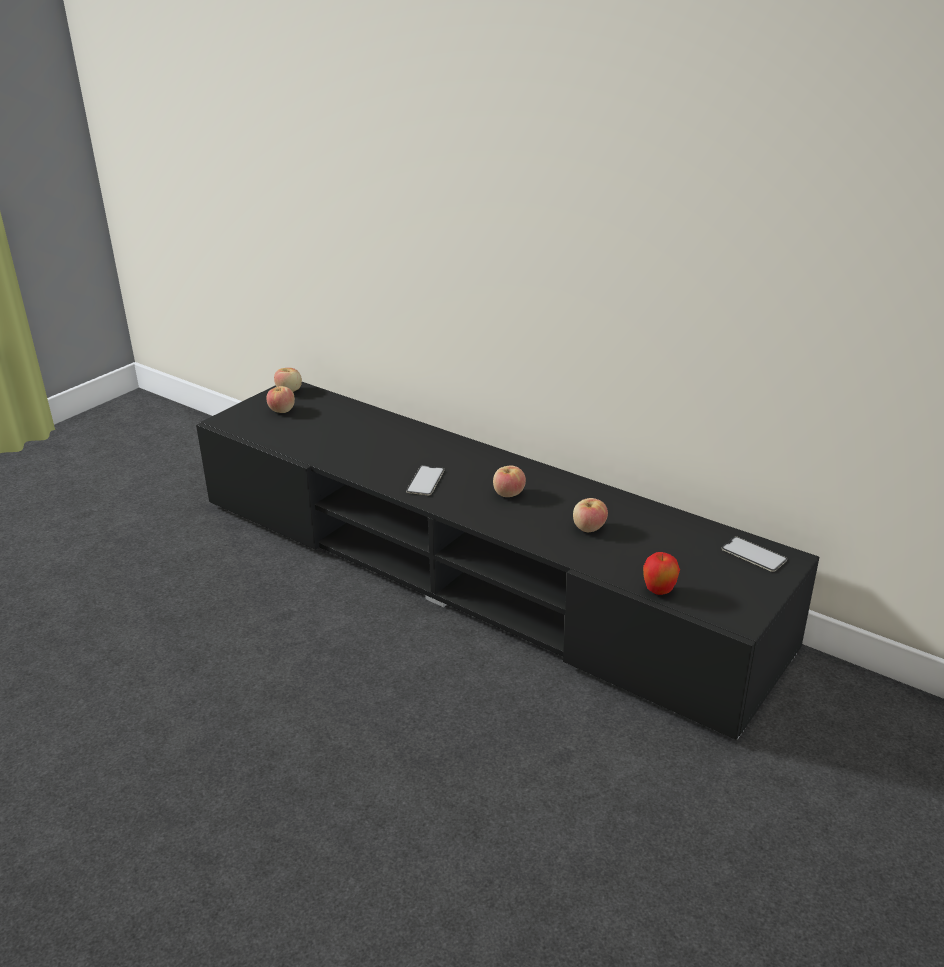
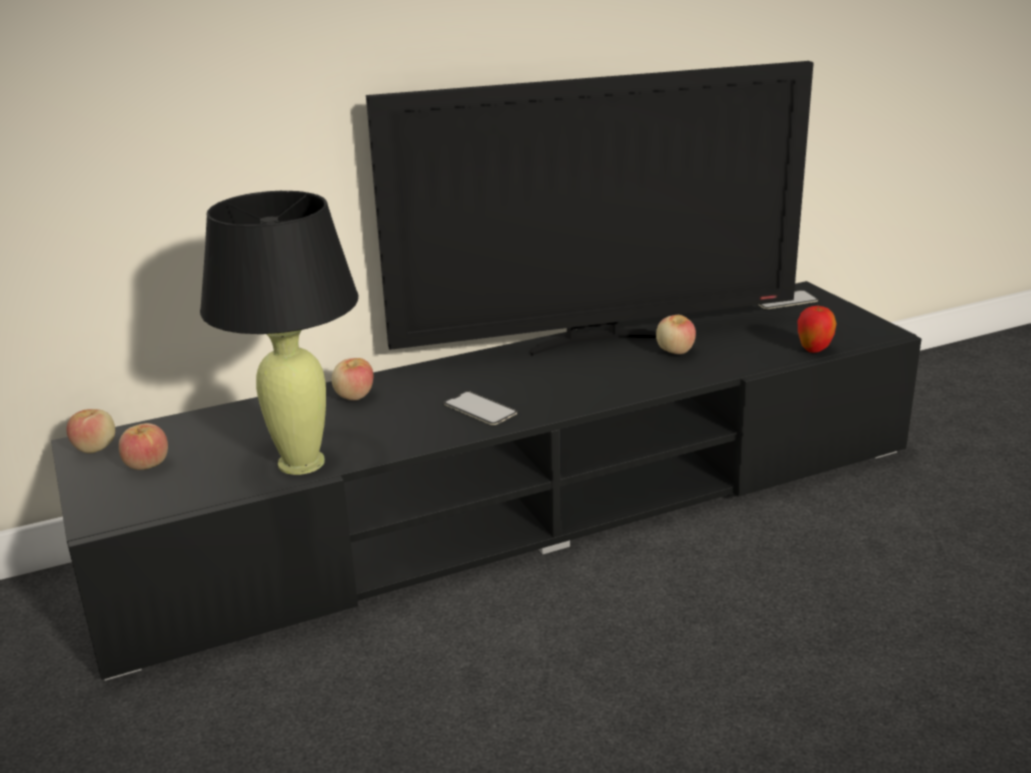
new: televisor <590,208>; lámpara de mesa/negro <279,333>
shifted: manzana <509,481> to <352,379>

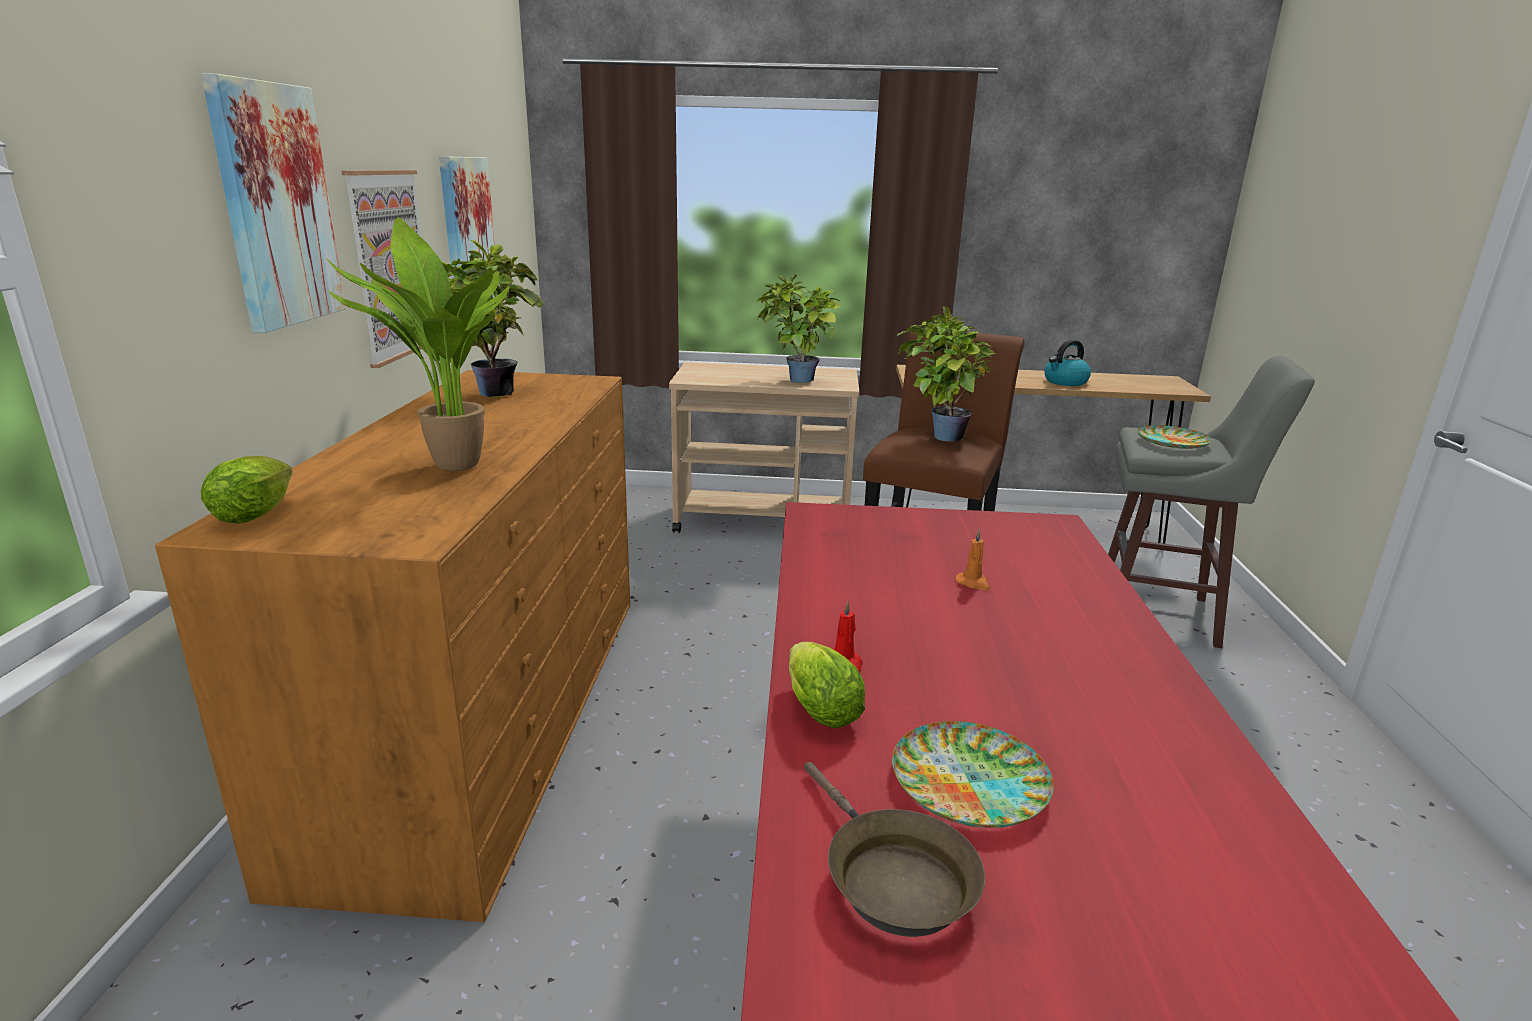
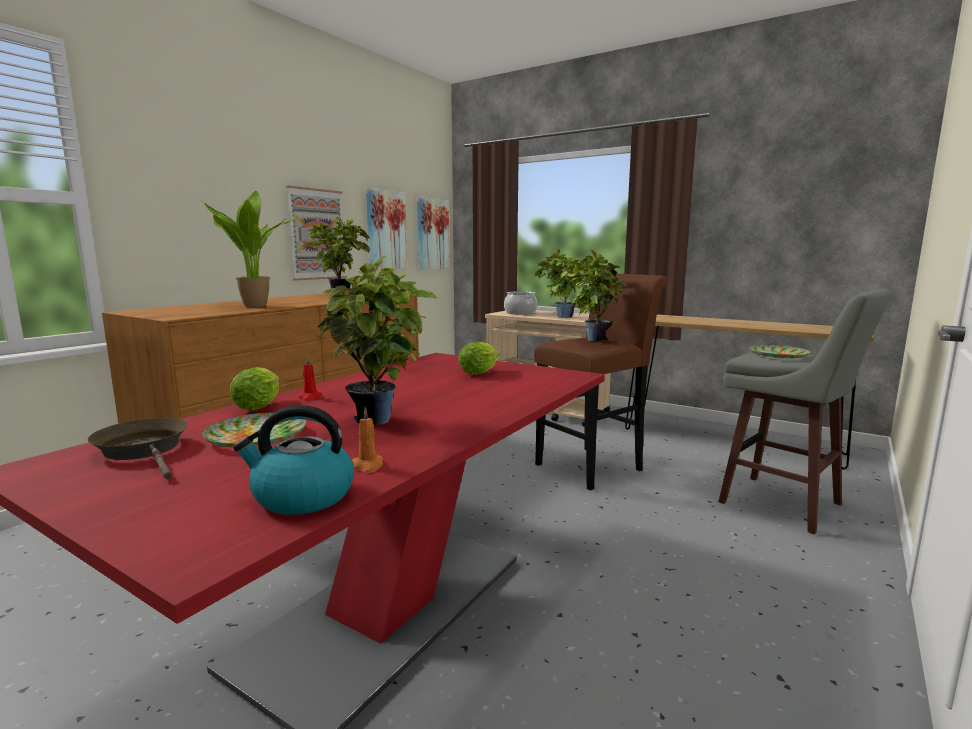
new: planta en maceta <378,340>; olla <521,303>
shifted: cuadro <273,203> to <433,233>; hervidor <1067,363> to <293,460>; lechuga <246,490> to <478,358>; vela/naranja <972,559> to <367,440>
rotated: sartén/marrón <894,849> = <138,448> 135 degrees clockwise

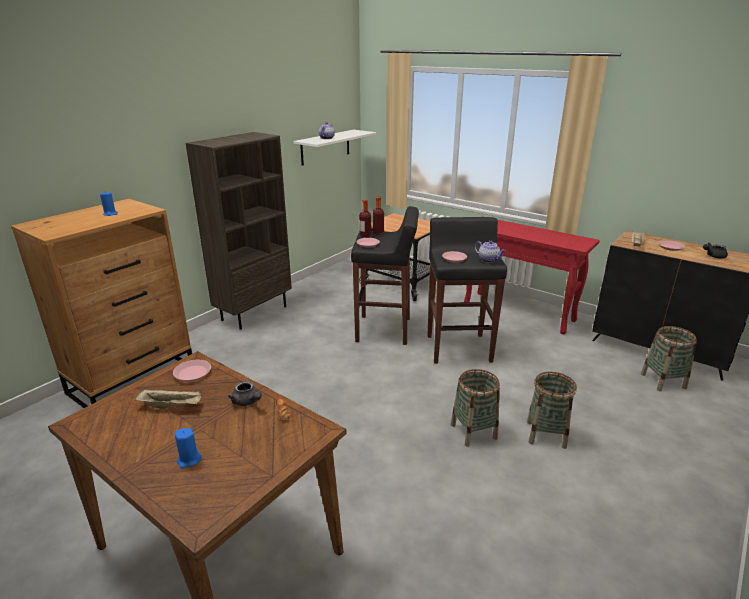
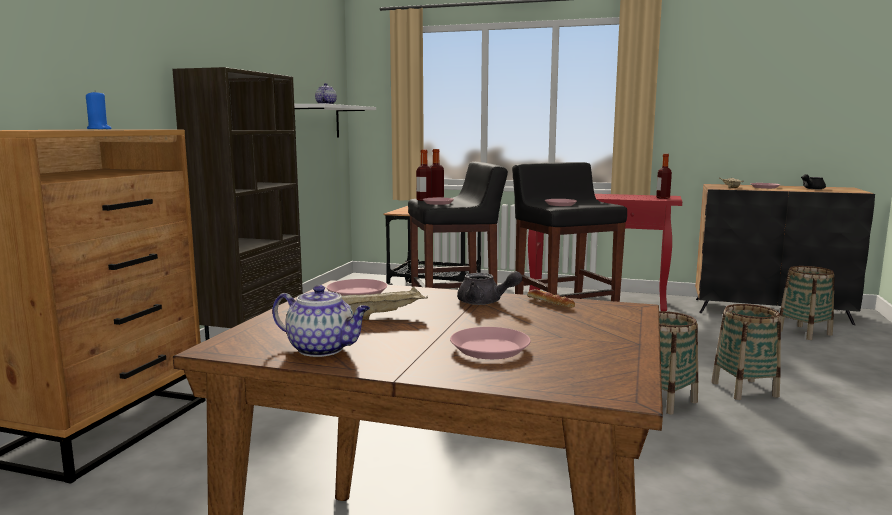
new: botella <664,176>
shifted: tetera <490,252> to <321,321>
swapped: vela/azul <188,448> to plato/rosa <490,343>

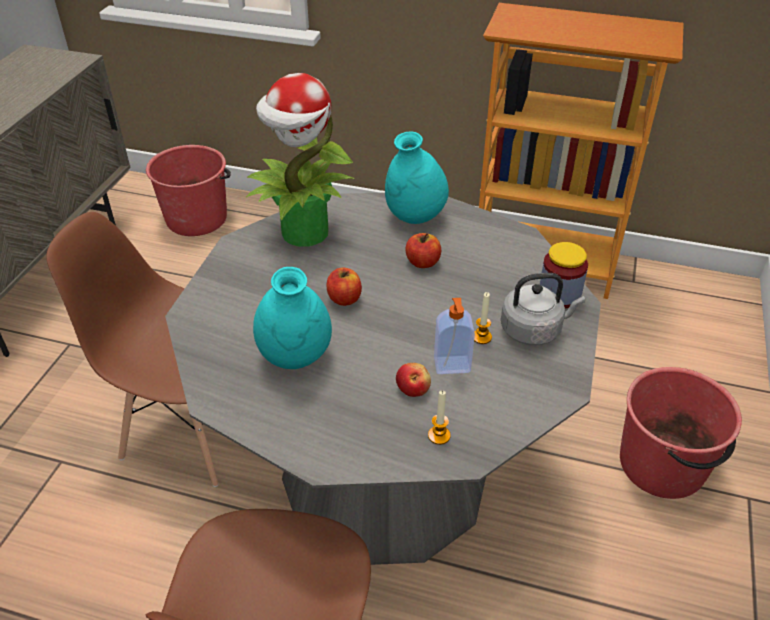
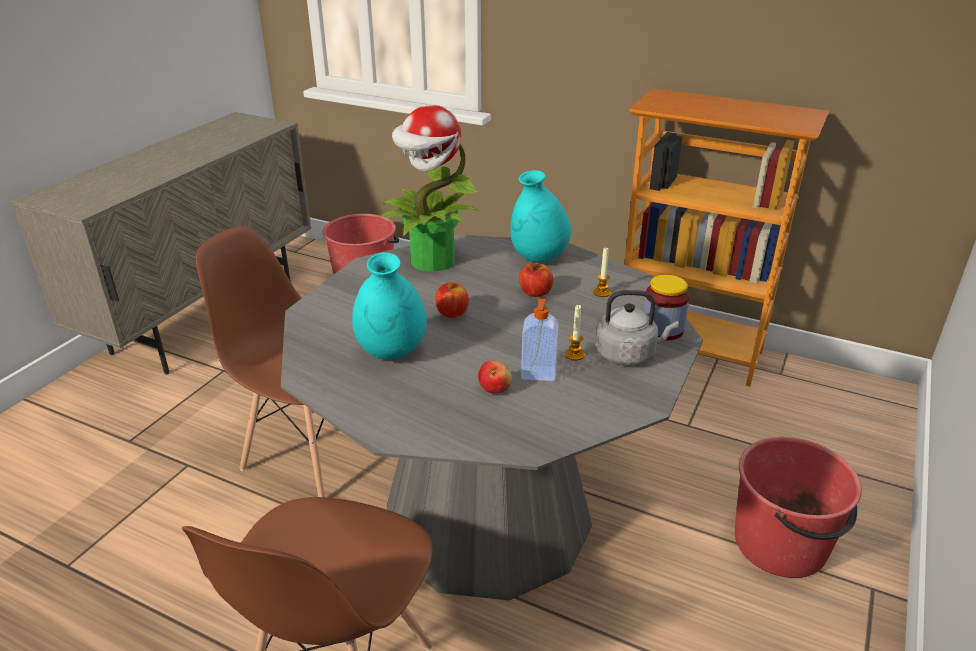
shifted: vela <439,418> to <602,272>

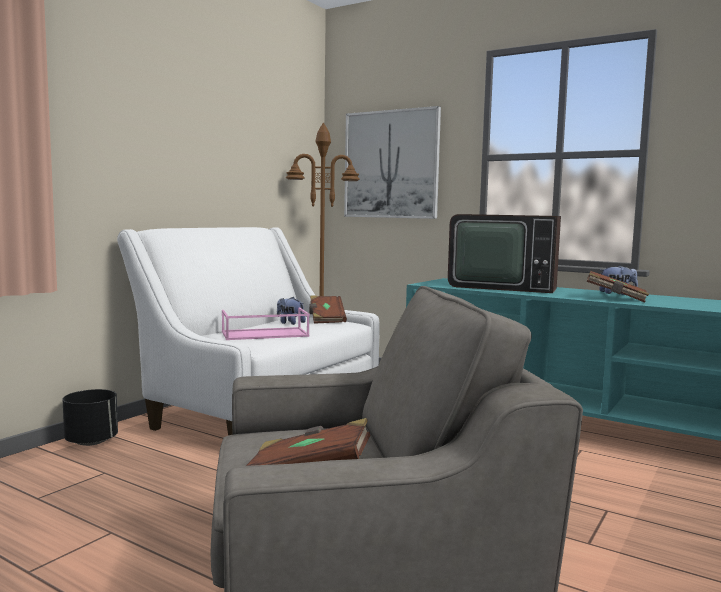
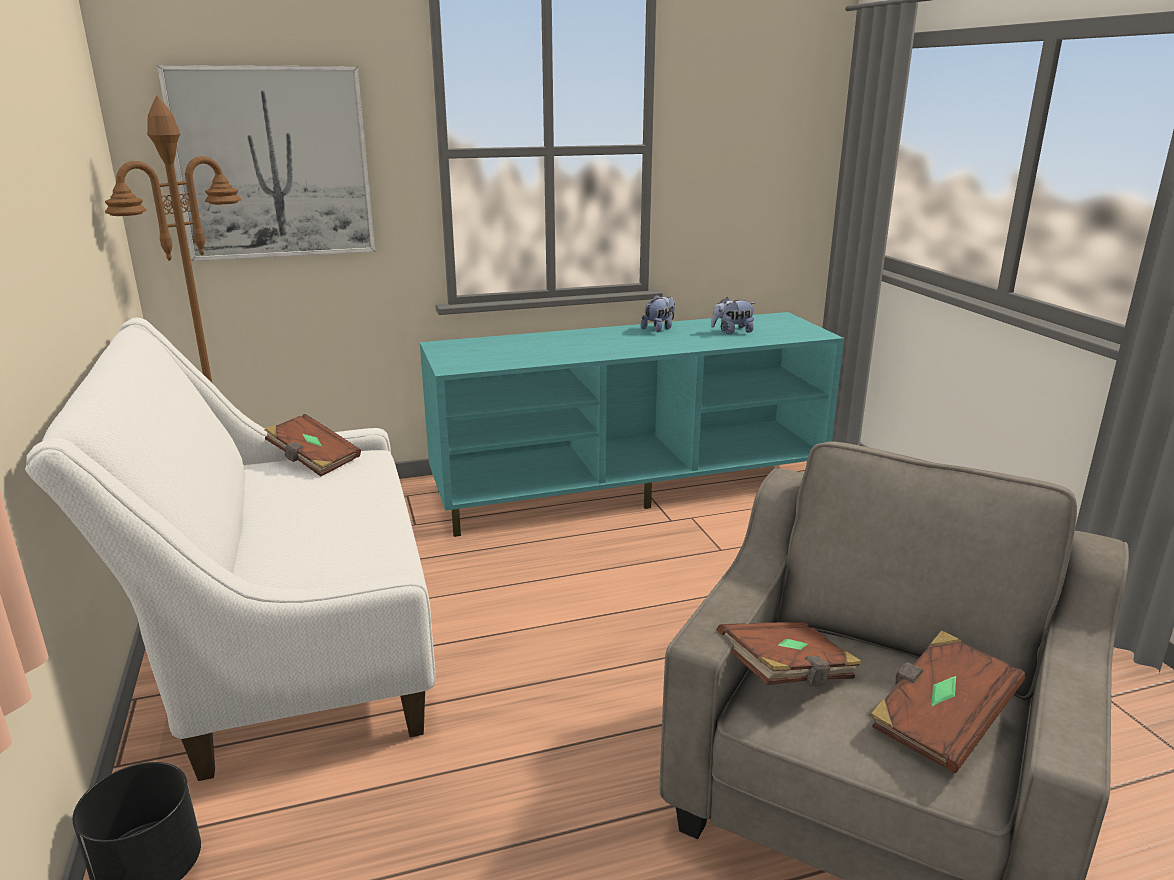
gone: televisor <504,253>; bandeja/rosa <266,324>
shifted: libro/marrón <618,287> to <789,654>; peluche <291,311> to <733,315>

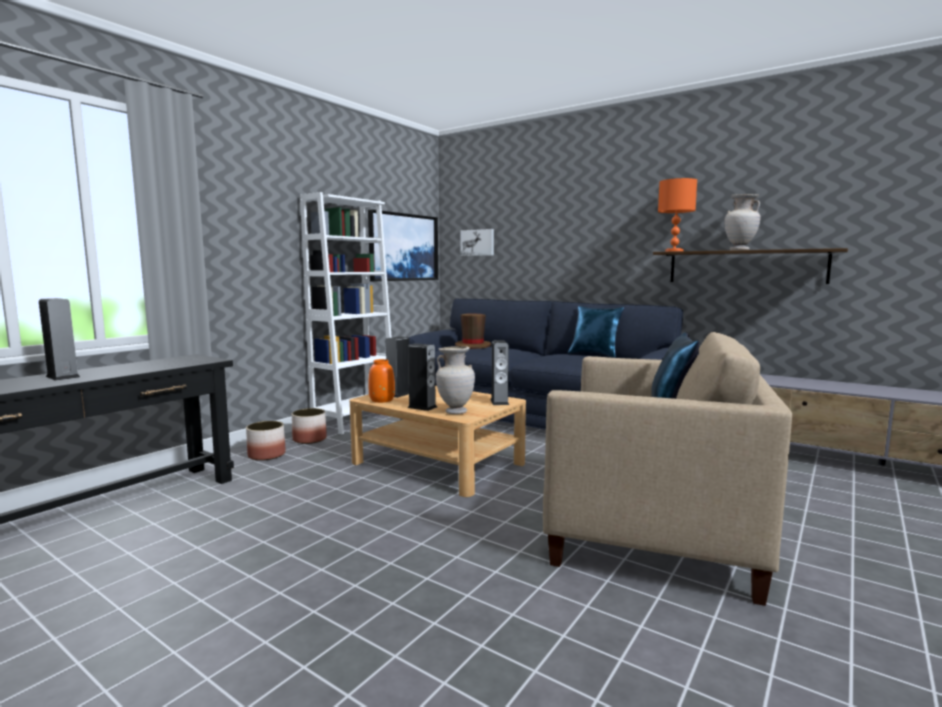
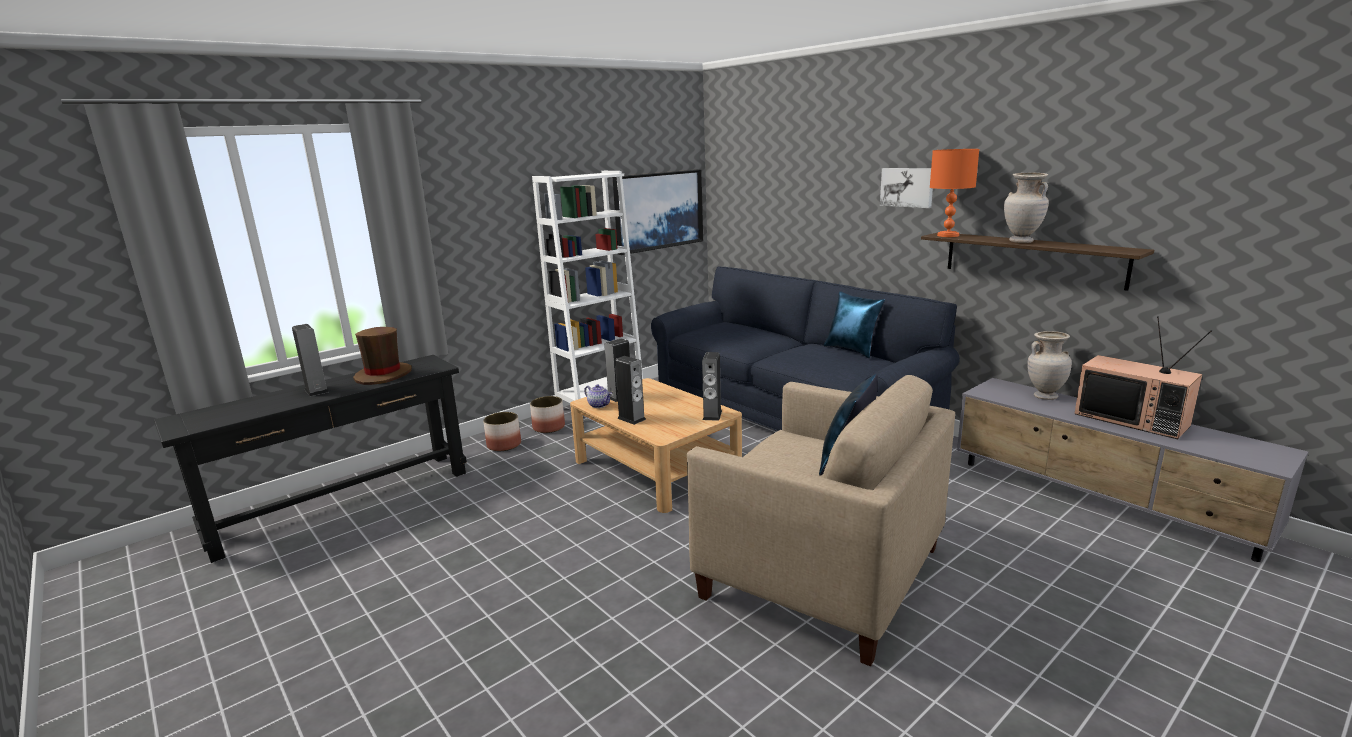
new: televisor <1143,377>
shifted: cuadro <477,242> to <906,188>; sombrero/marrón <473,331> to <382,356>; florero/beis <455,380> to <1049,365>
swapped: florero/naranja <381,381> to tetera <598,396>

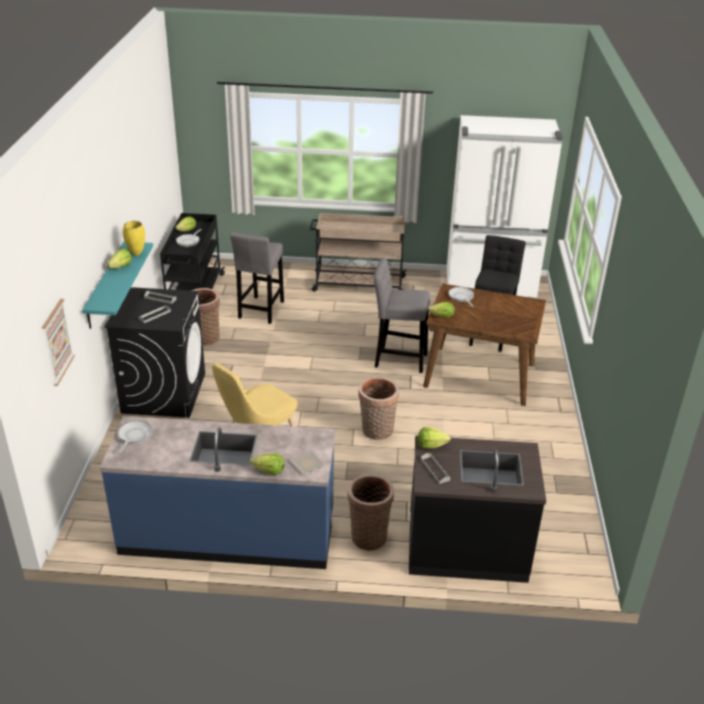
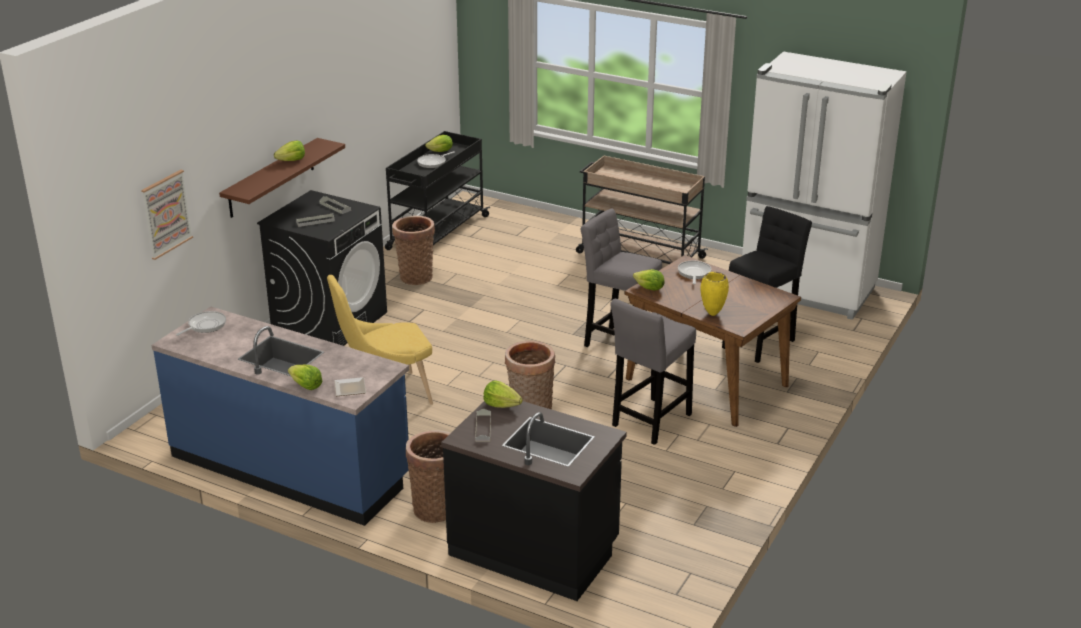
shifted: florero/amarillo <134,238> to <715,294>; taburete/gris <257,278> to <653,372>
repainted: estante/turquesa <117,285> to estante/marrón <282,178>

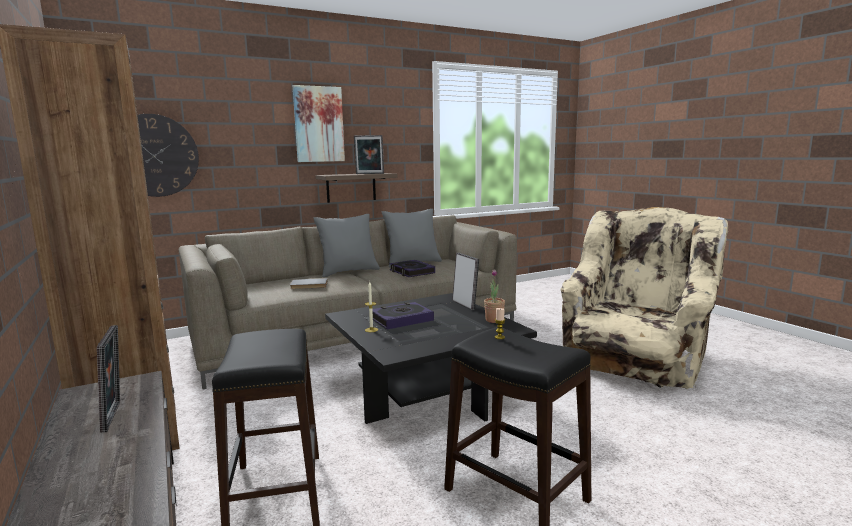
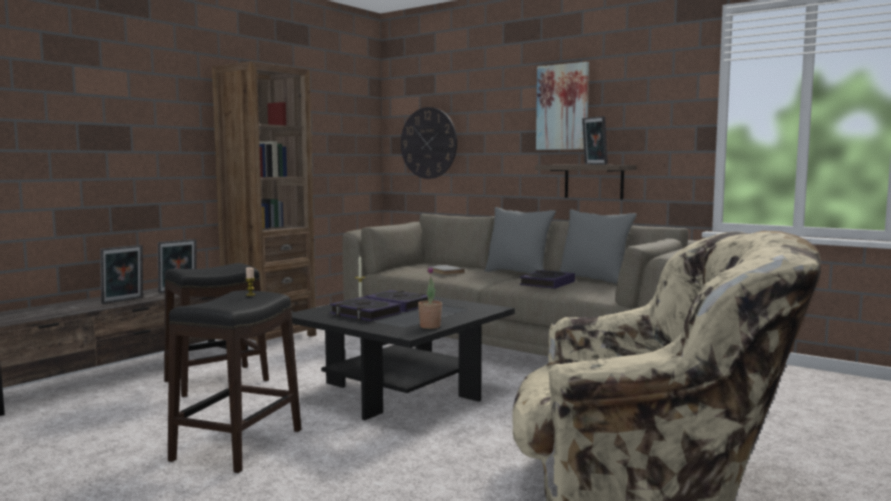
new: libro <365,309>
shifted: portarretratos <465,281> to <121,274>

